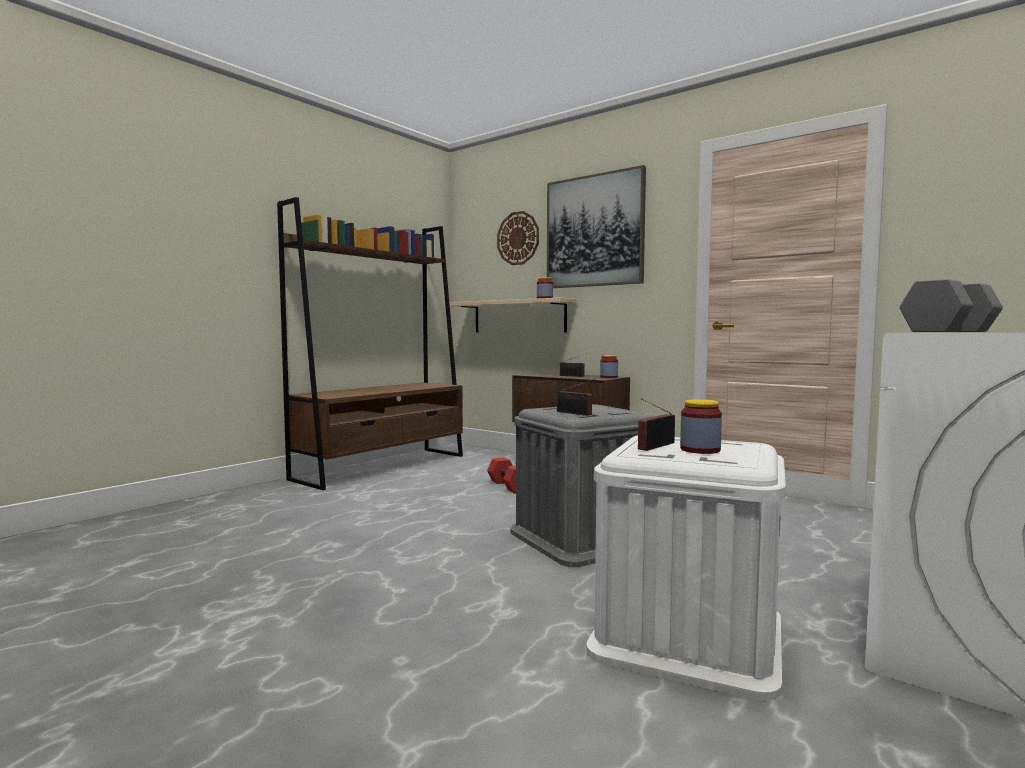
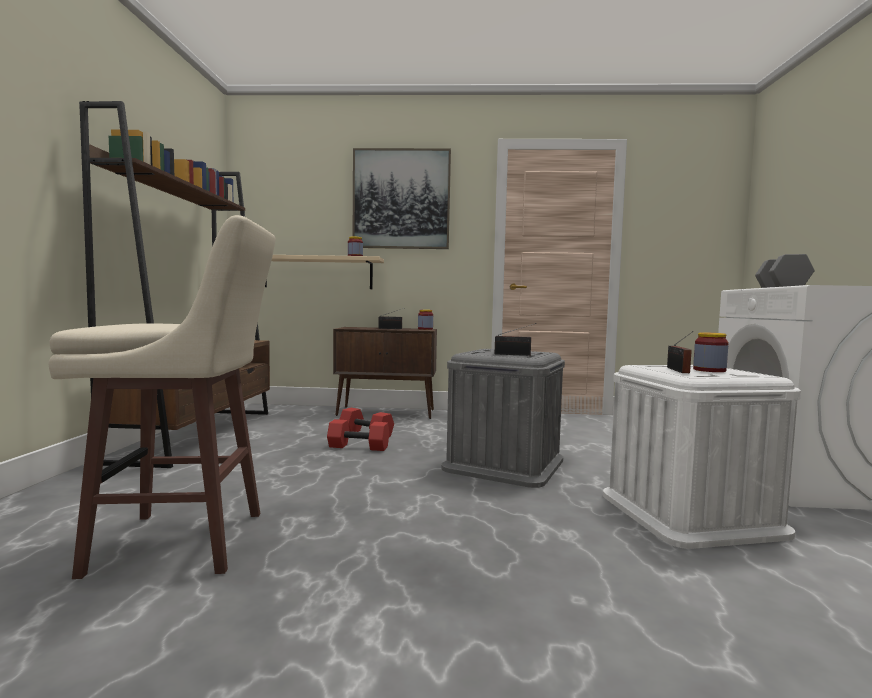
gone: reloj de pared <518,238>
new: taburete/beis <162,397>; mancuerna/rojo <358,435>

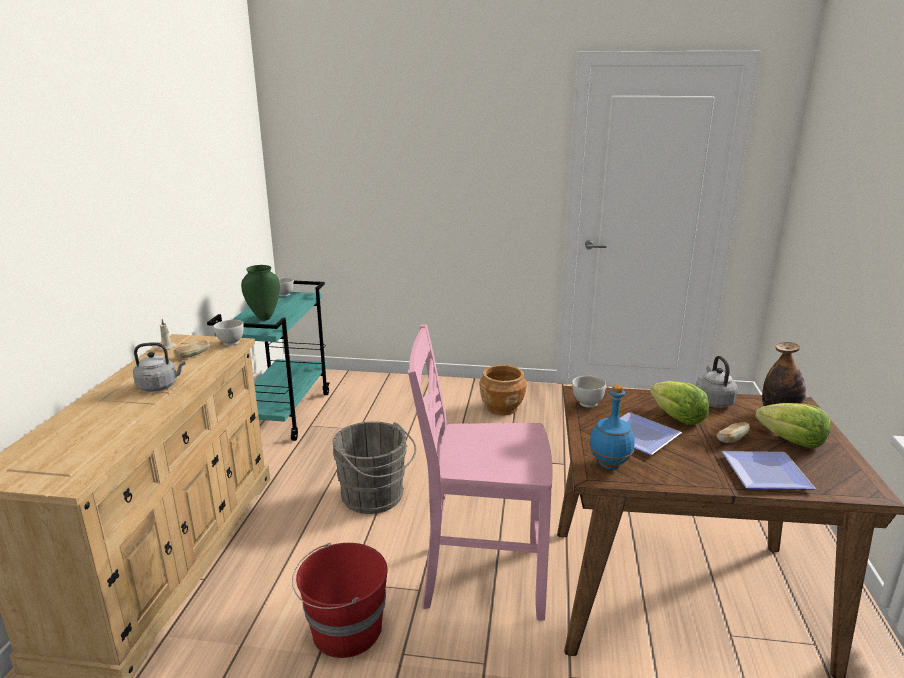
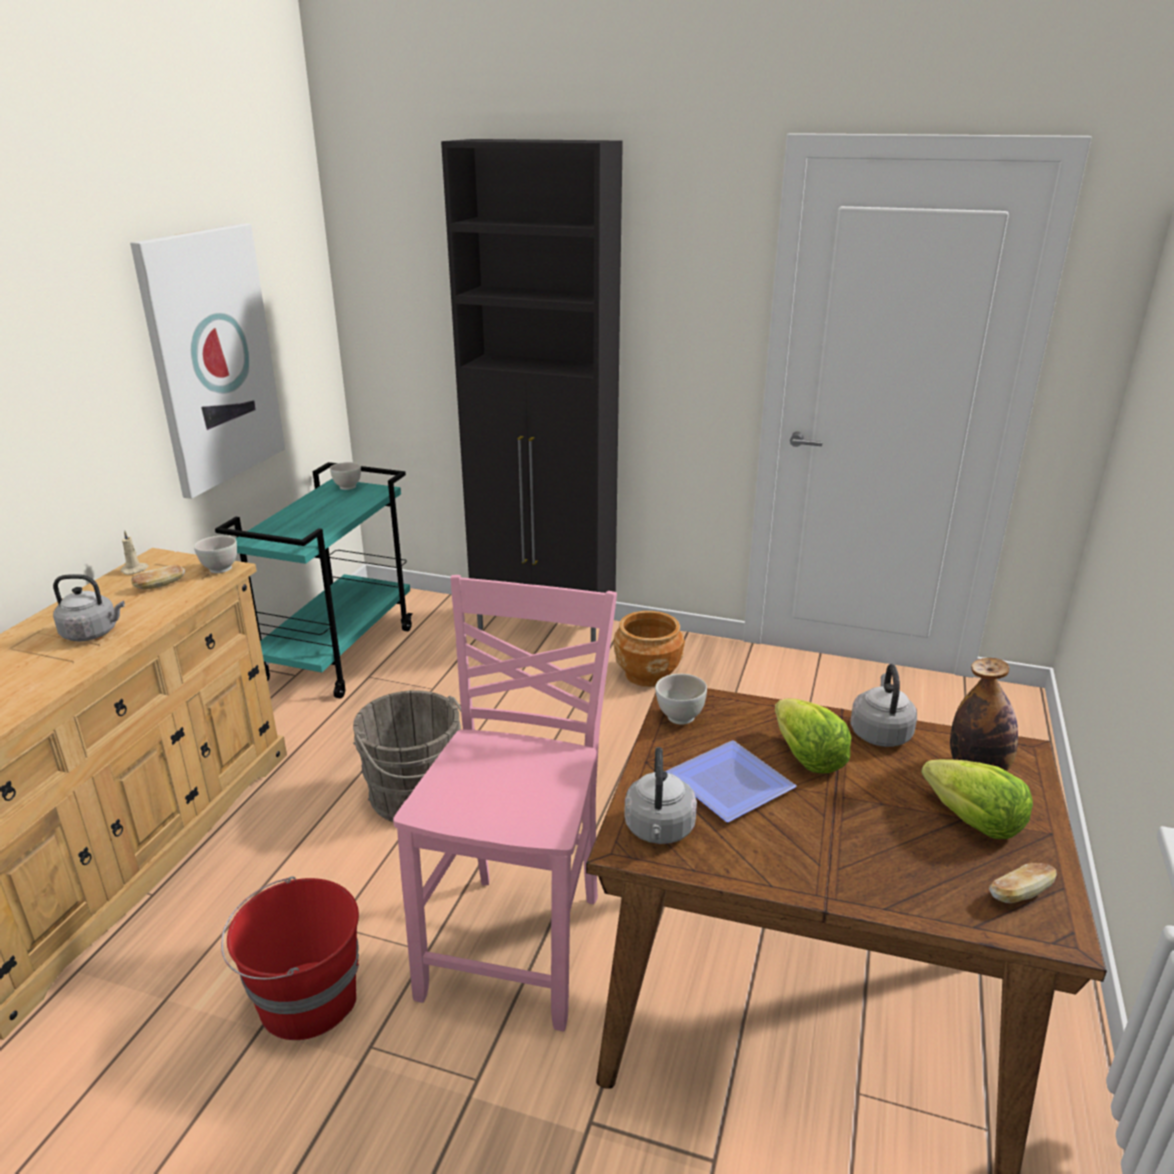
gone: florero/verde <260,293>; plato <769,470>
new: armario/negro <532,390>; cuadro <207,361>
shifted: pan <733,432> to <1023,883>
swapped: botella/azul <612,427> to hervidor/gris <660,795>
rotated: silla/rosa <480,472> = <505,803> 90 degrees clockwise

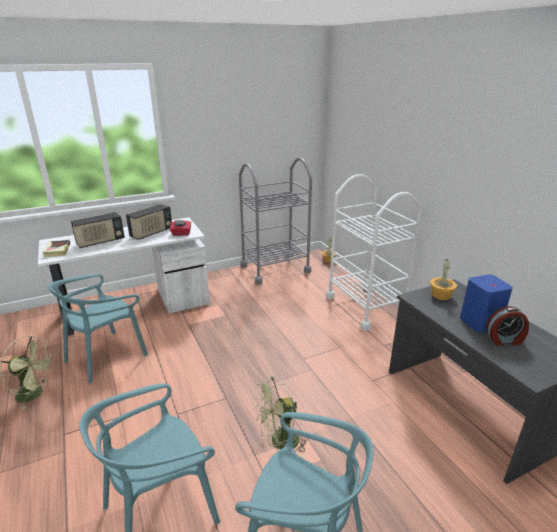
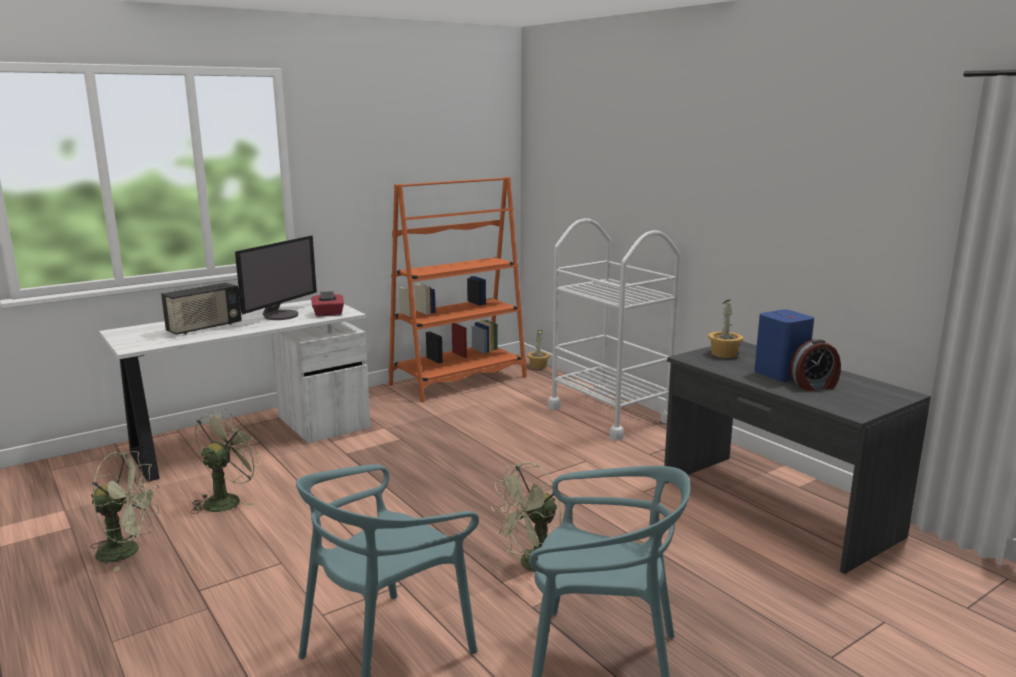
gone: libro <56,248>
swapped: carrito/gris <275,221> to estantería/naranja <457,289>; radio <149,222> to monitor <276,277>; silla/turquesa <98,328> to ventilador/verde <227,461>

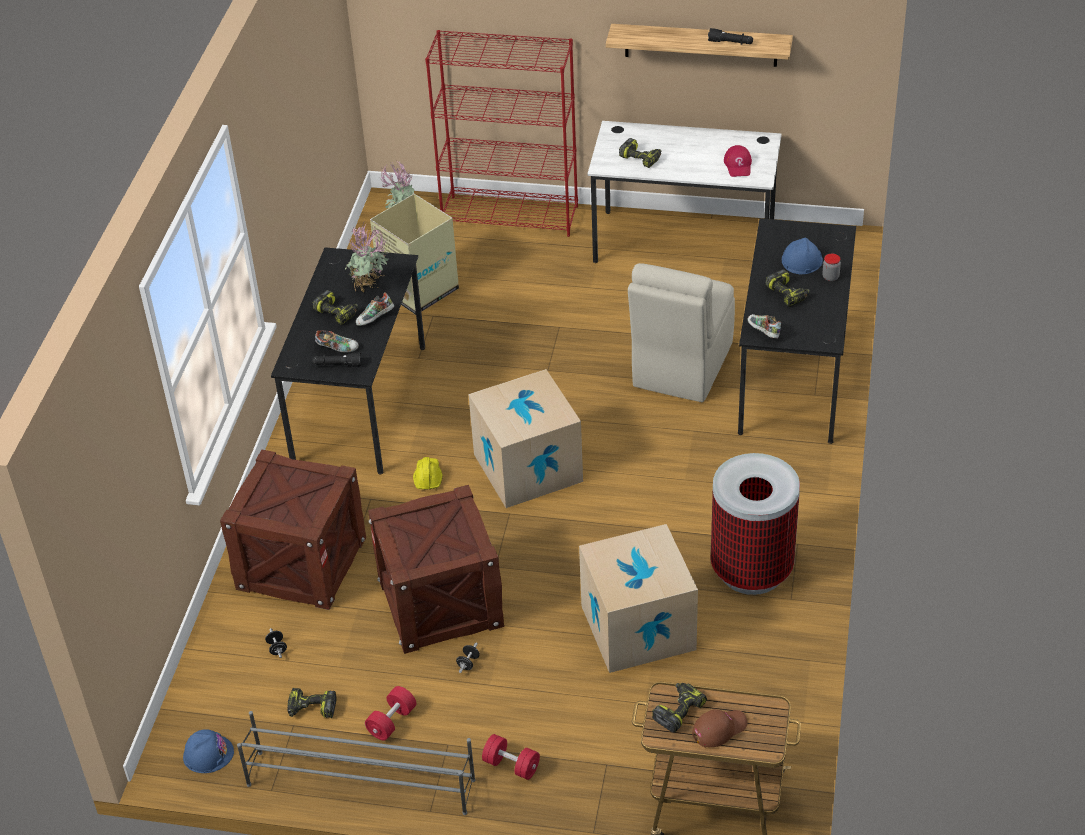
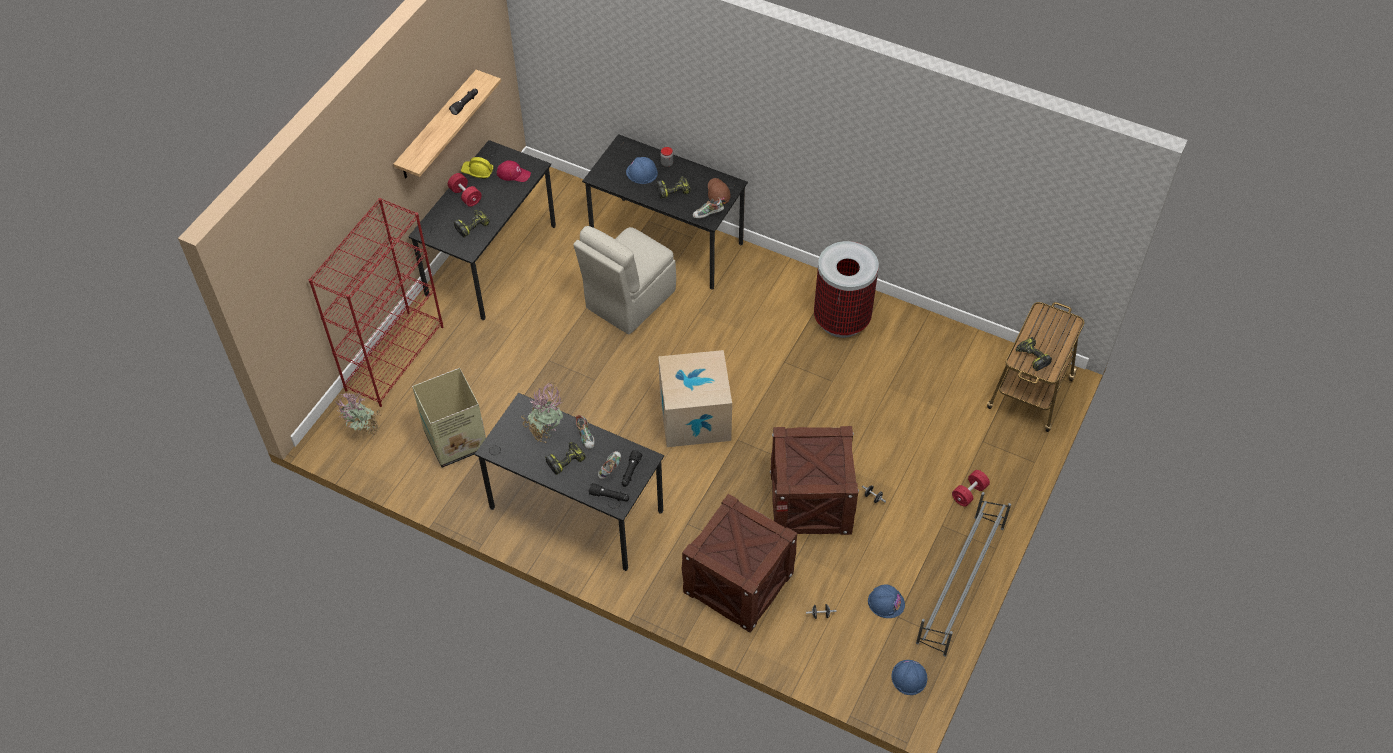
gone: caja de cartón <638,598>
new: linterna/negro <608,492>
shifted: casco/amarillo <428,473> to <477,168>; mancuerna/rojo <390,713> to <465,190>; gorra/marrón <719,728> to <719,191>
swapped: taladro <312,703> to casco/azul <886,601>
repainted: escritorio/blanco <684,192> to escritorio/negro <482,230>
rotated: silla/beis <681,332> = <624,280> 90 degrees clockwise

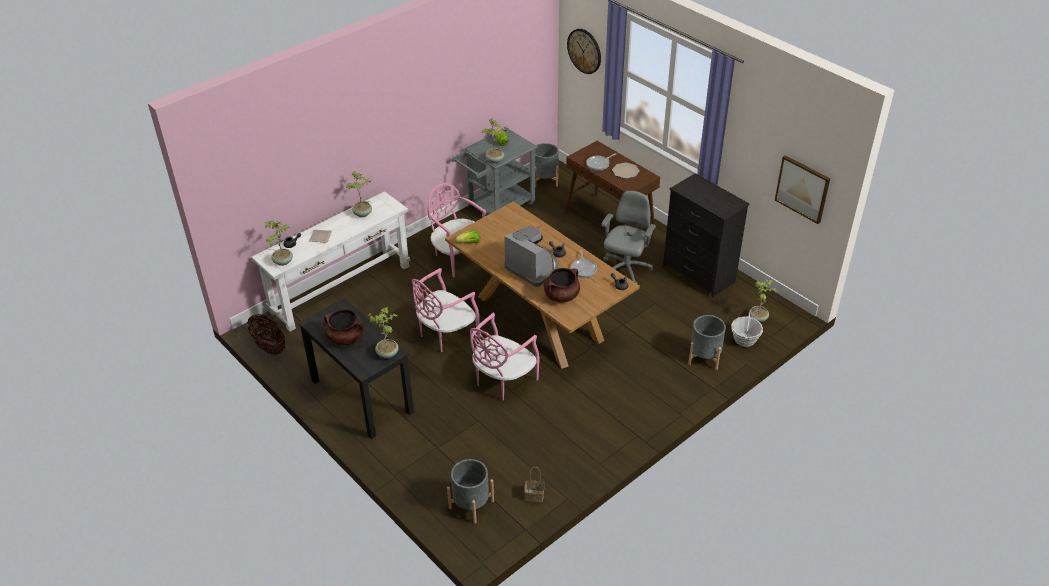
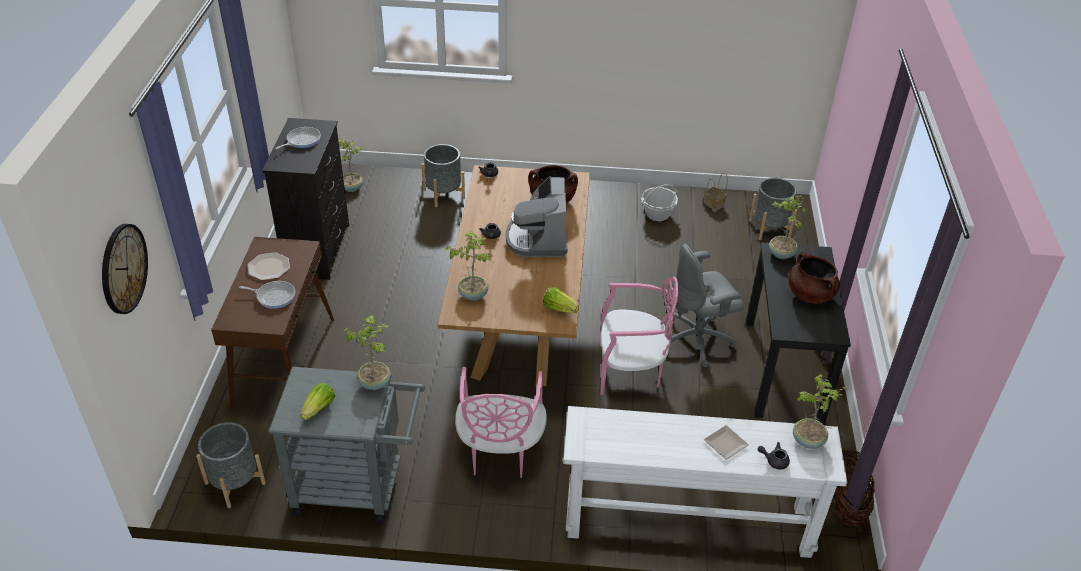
gone: cuadro <802,189>; silla/rosa <505,357>
shifted: planta en maceta <359,194> to <468,266>; silla de oficina/gris <629,237> to <706,305>; sartén <584,264> to <298,138>; cesta <747,330> to <659,202>

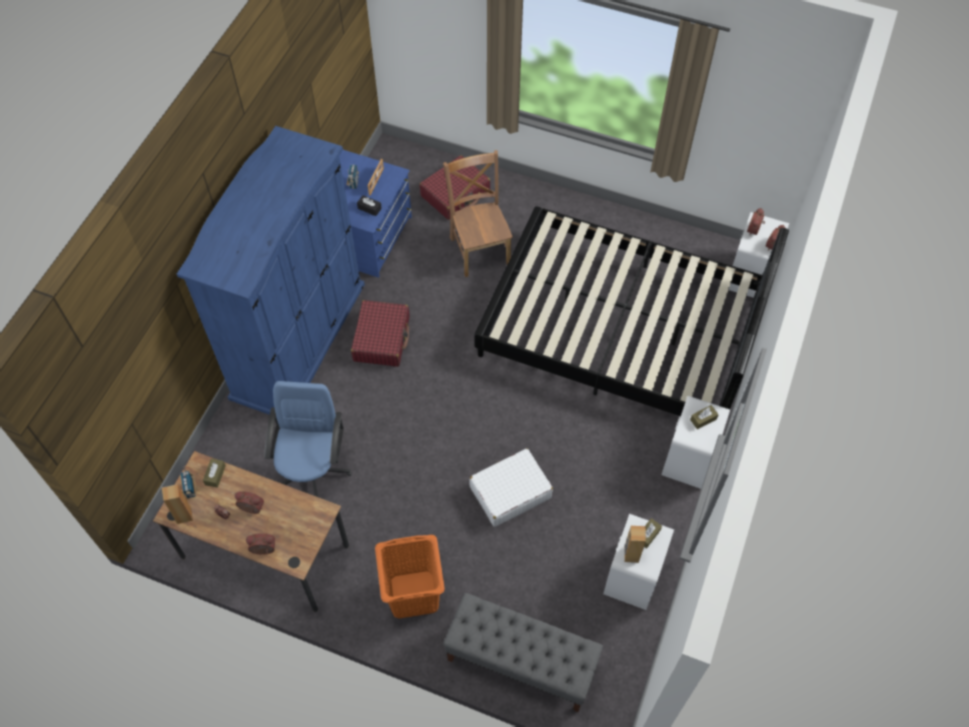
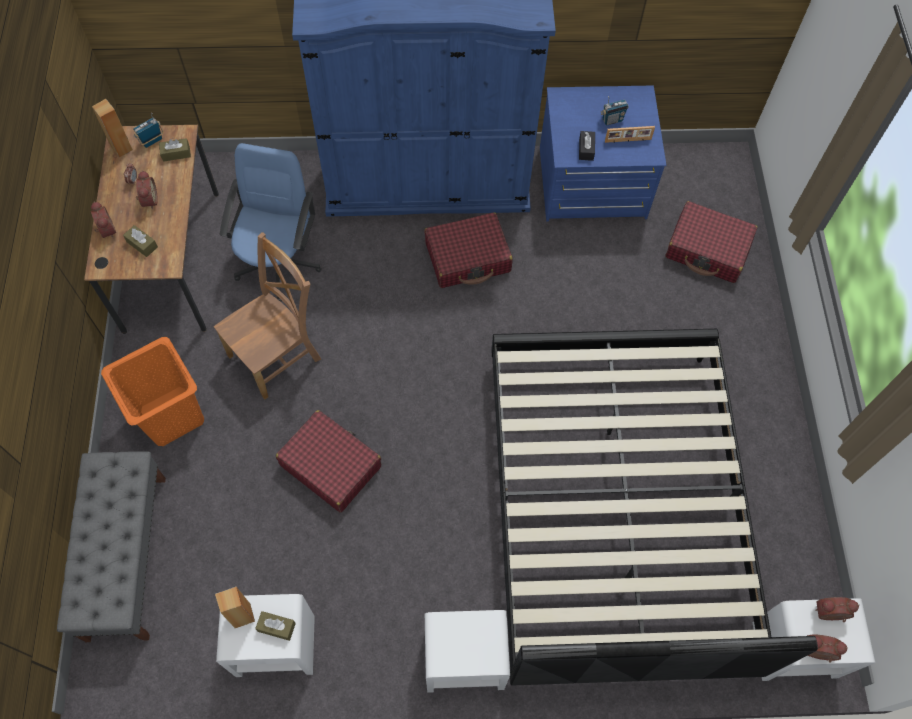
shifted: silla/marrón <478,213> to <267,315>; caja de pañuelos/marrón <704,417> to <140,241>
repainted: maleta/blanco <511,488> to maleta/rojo <328,461>
rotated: silla de oficina/azul <308,439> = <271,222> 60 degrees counterclockwise

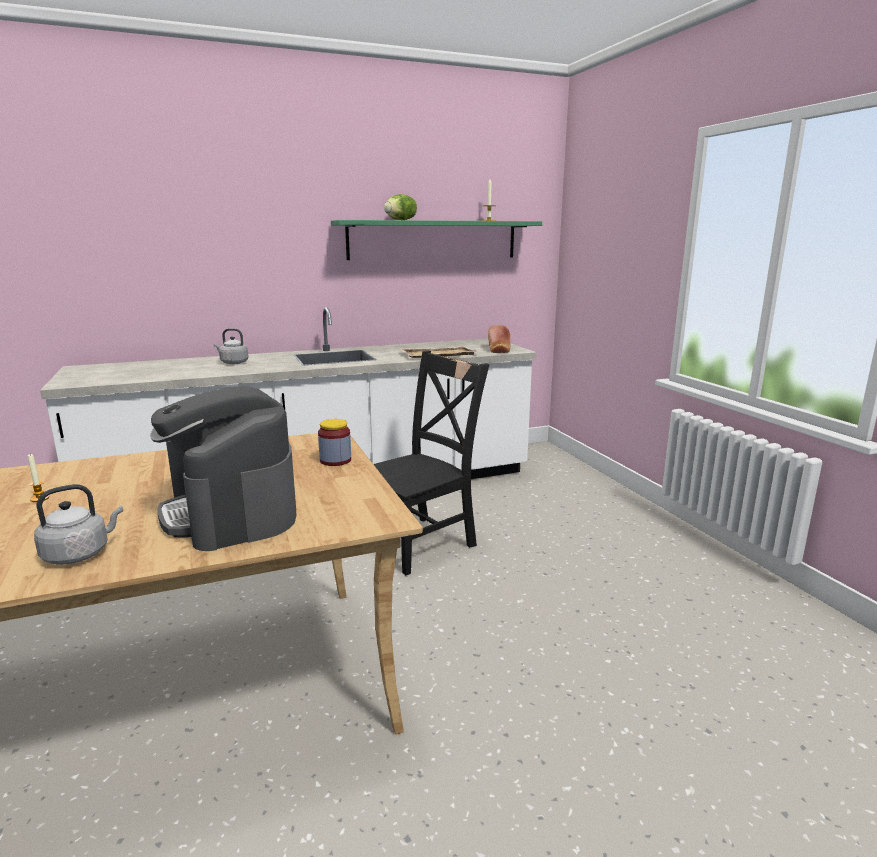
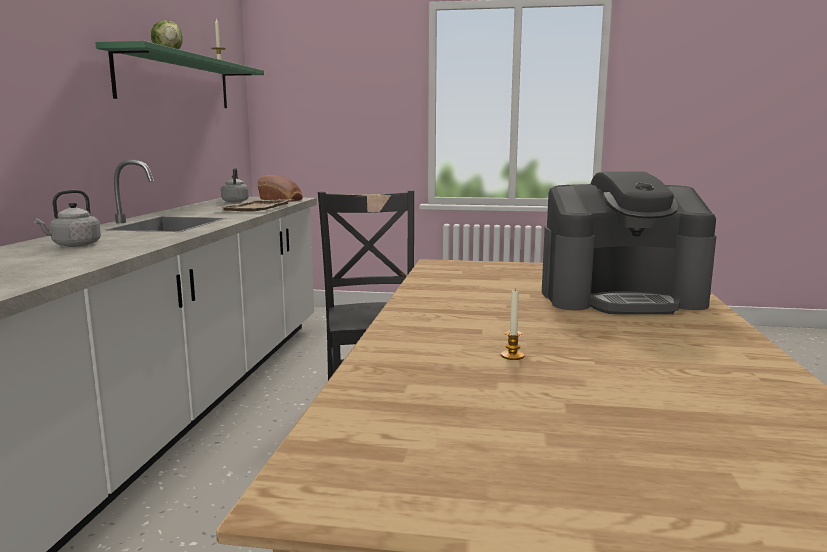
gone: tarro <334,442>
shifted: hervidor/gris <78,524> to <235,185>

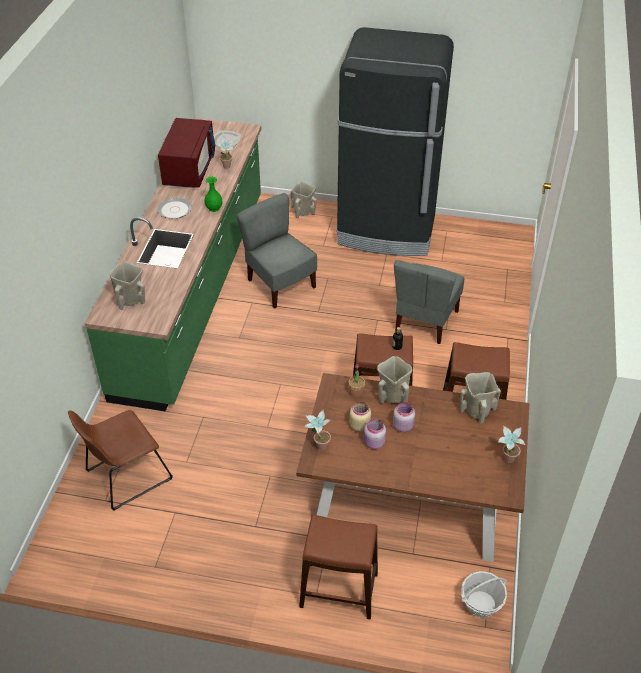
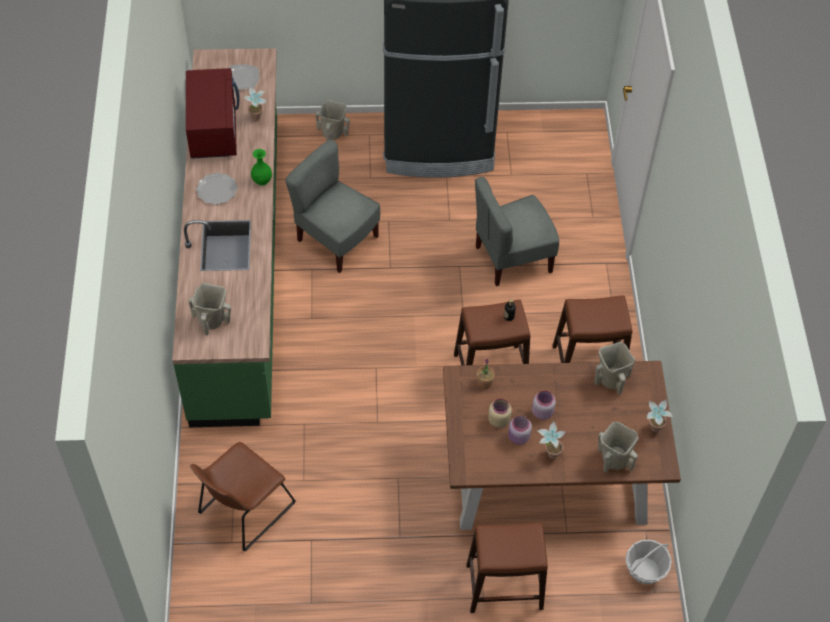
shifted: florero/beis <394,379> to <618,447>; planta en maceta <317,430> to <551,440>
rotated: silla/gris <429,302> = <517,231> 60 degrees clockwise

